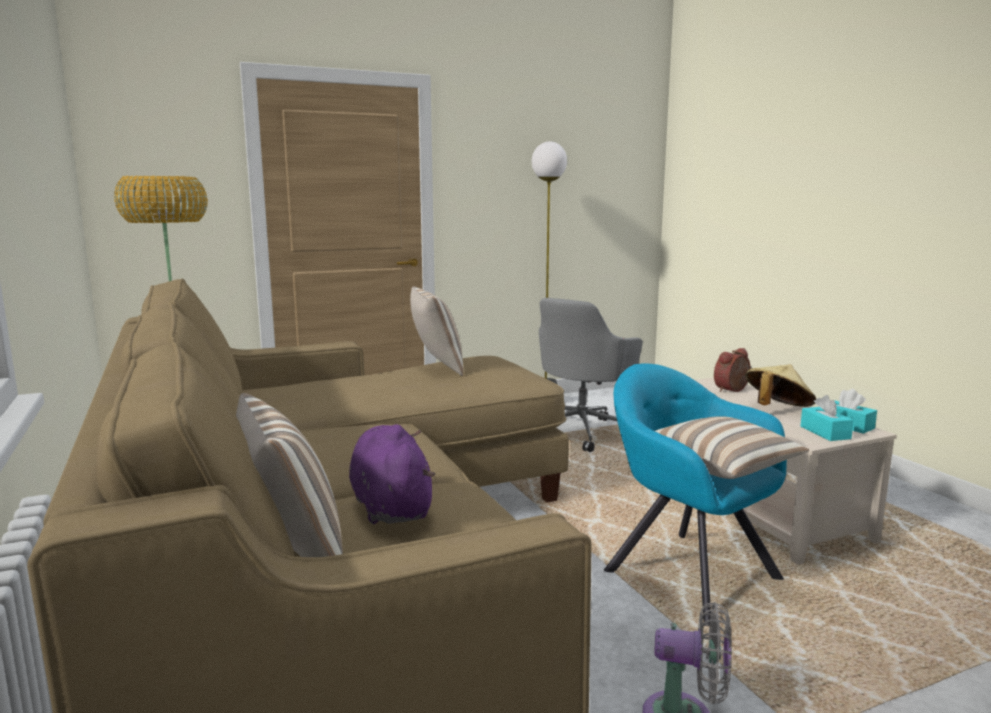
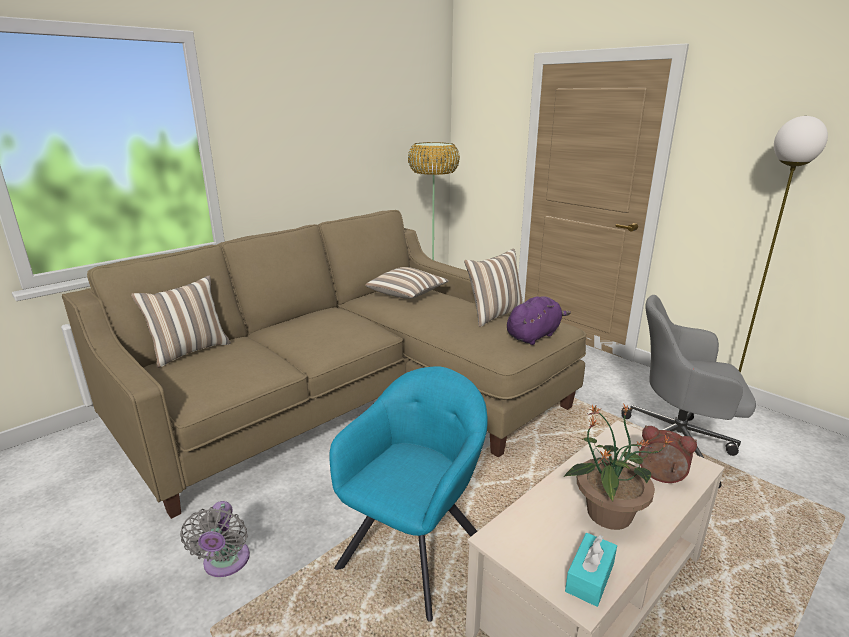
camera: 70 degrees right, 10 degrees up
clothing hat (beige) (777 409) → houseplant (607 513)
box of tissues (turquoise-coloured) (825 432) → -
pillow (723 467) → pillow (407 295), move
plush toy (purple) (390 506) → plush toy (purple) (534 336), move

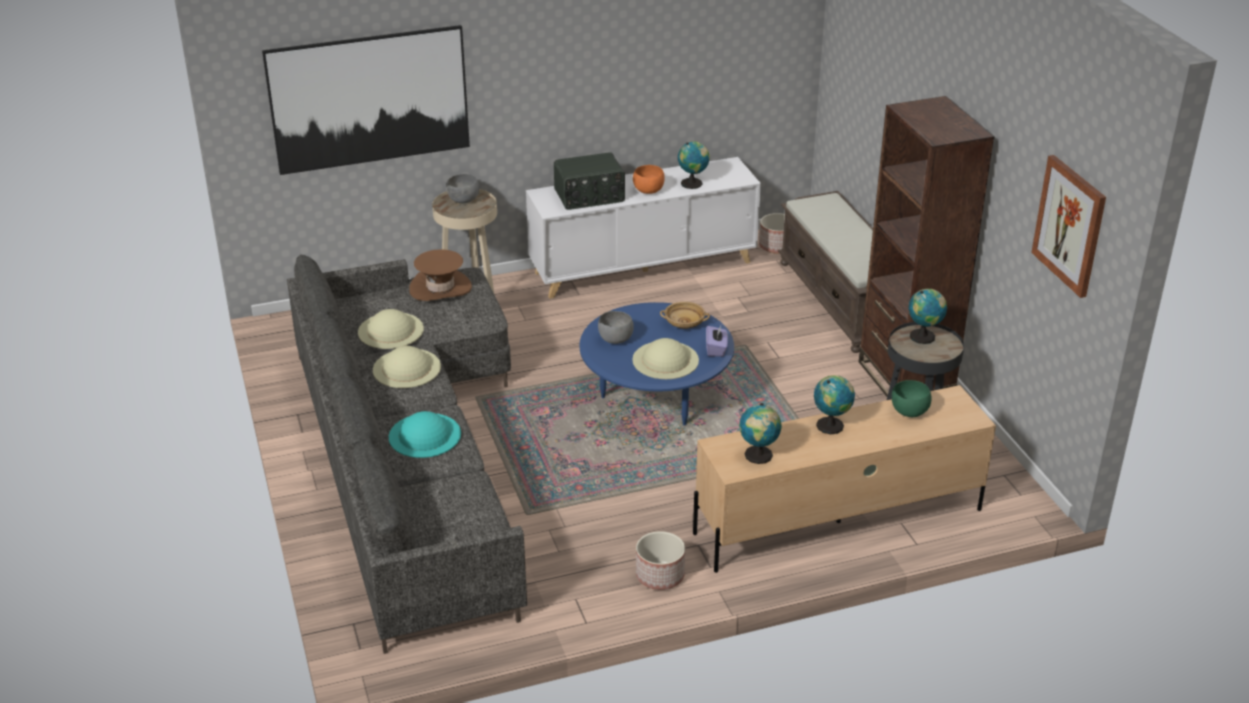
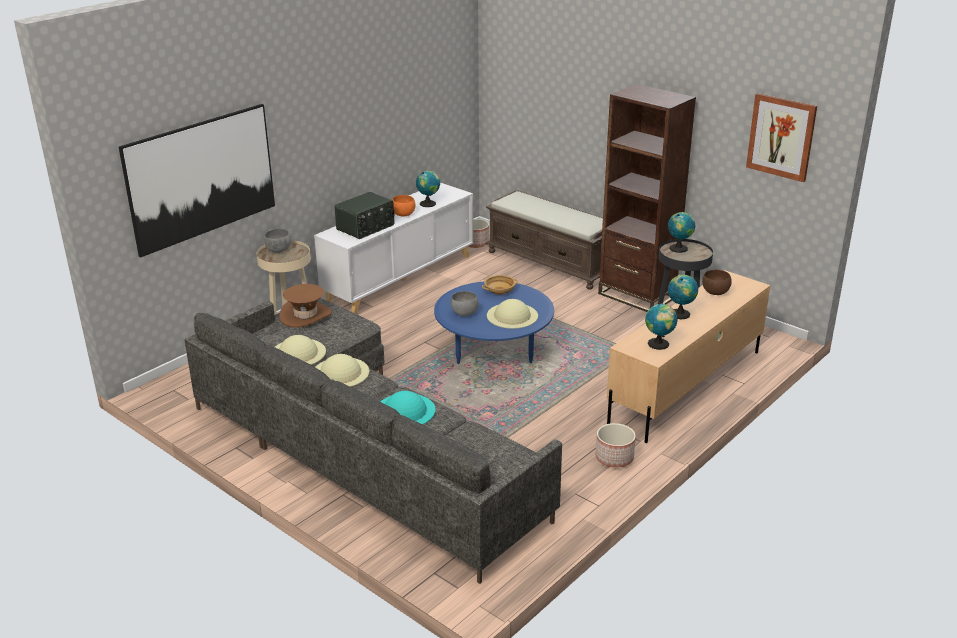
camera: 30 degrees left, 5 degrees down
box of tissues (purple) (716 349) → -
serving bowl (green-coloured) (908 412) → serving bowl (brown) (715 293)

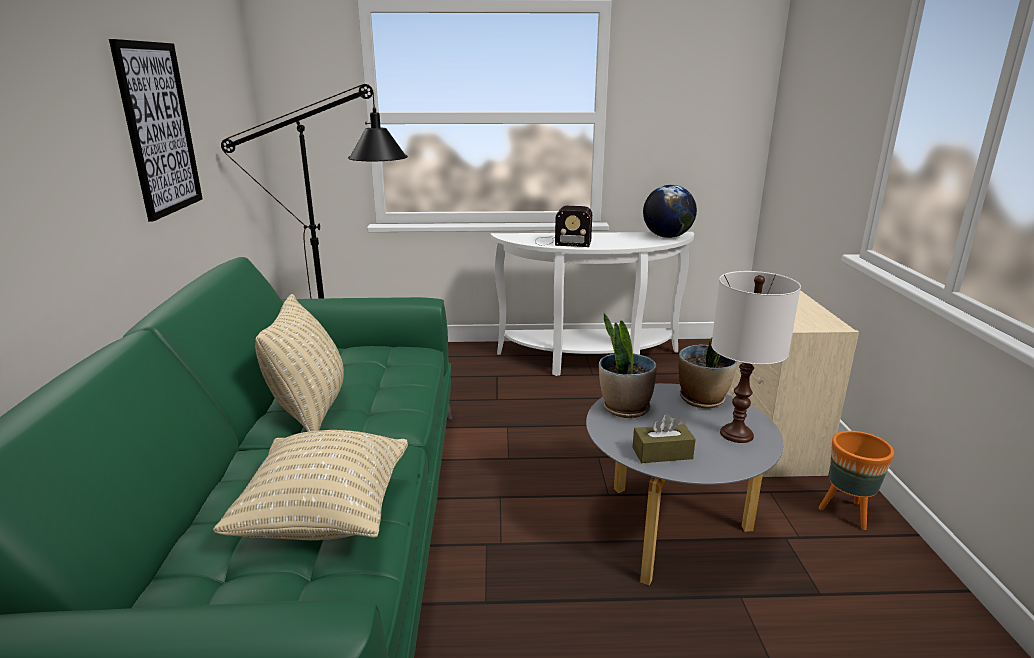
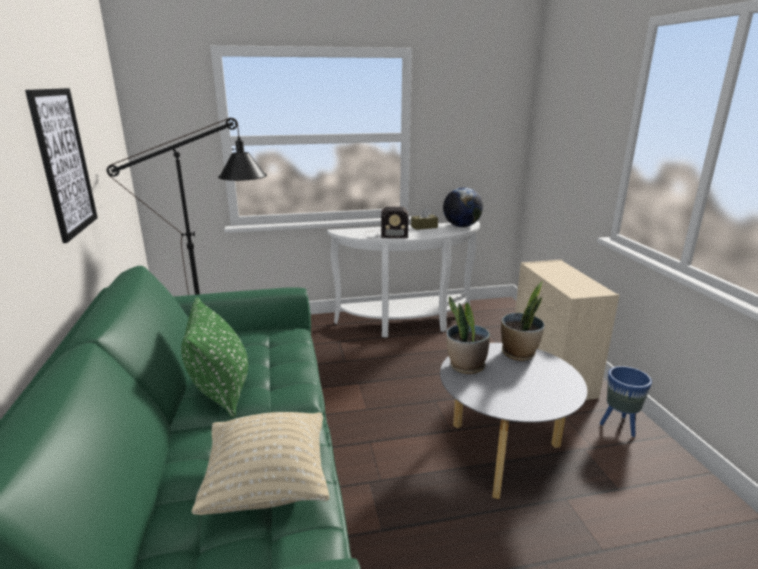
camera: 10 degrees left, 0 degrees up
tabletop lamp (white) (736 434) → -
pillow (beige) (311 410) → pillow (green-coloured) (221 391)
box of tissues (brown) (662 453) → box of tissues (brown) (424 227), move
flower pot (orangey) (846 513) → flower pot (blue) (618 425)

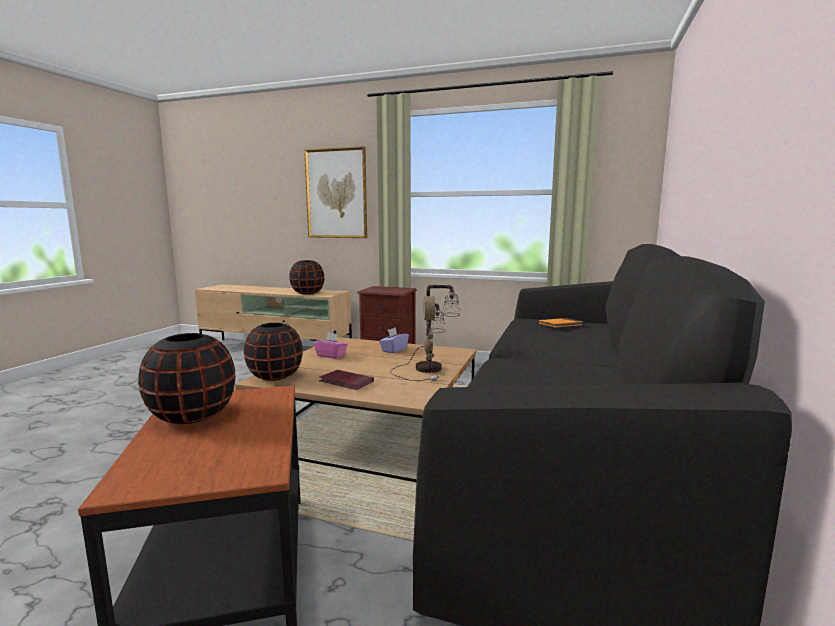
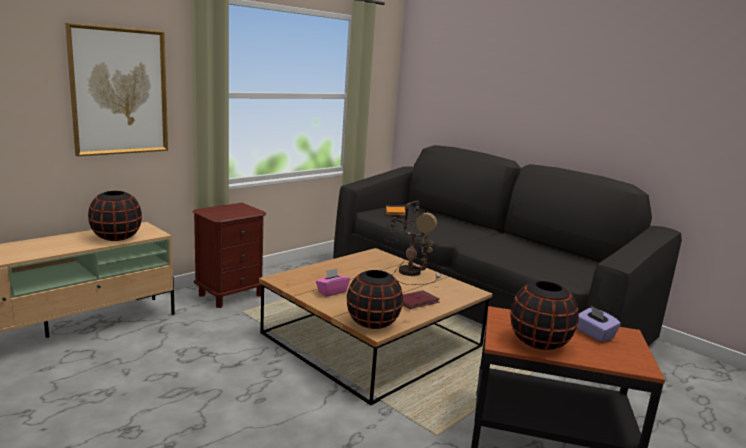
camera: 65 degrees left, 5 degrees up
box of tissues (purple) (394 350) → box of tissues (purple) (594 334), move

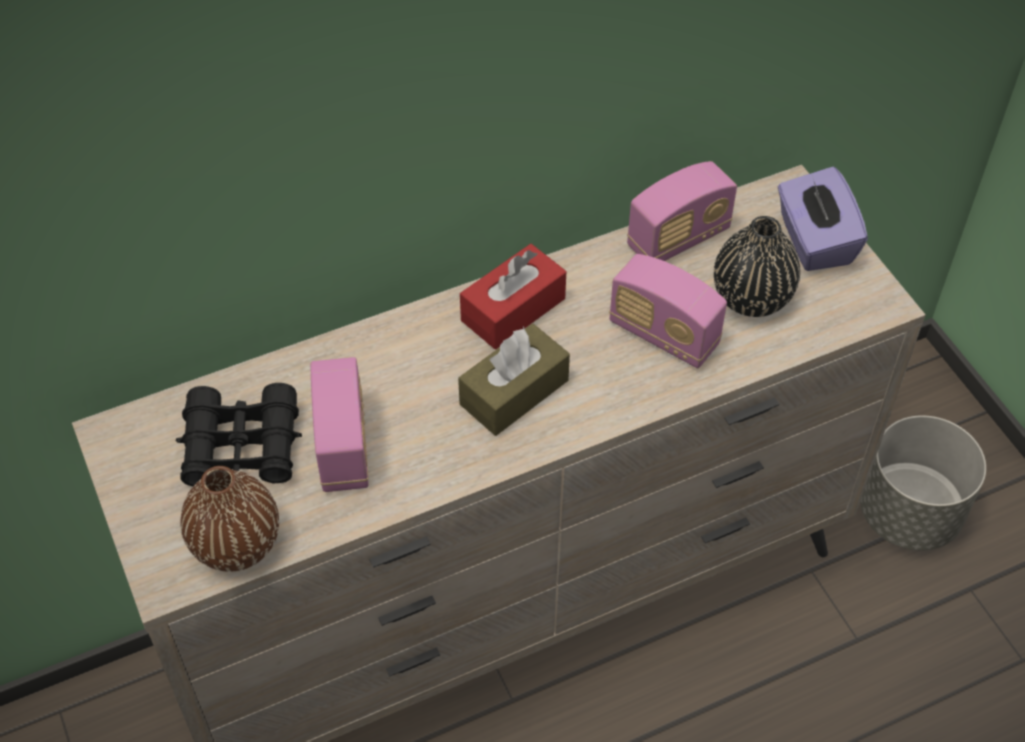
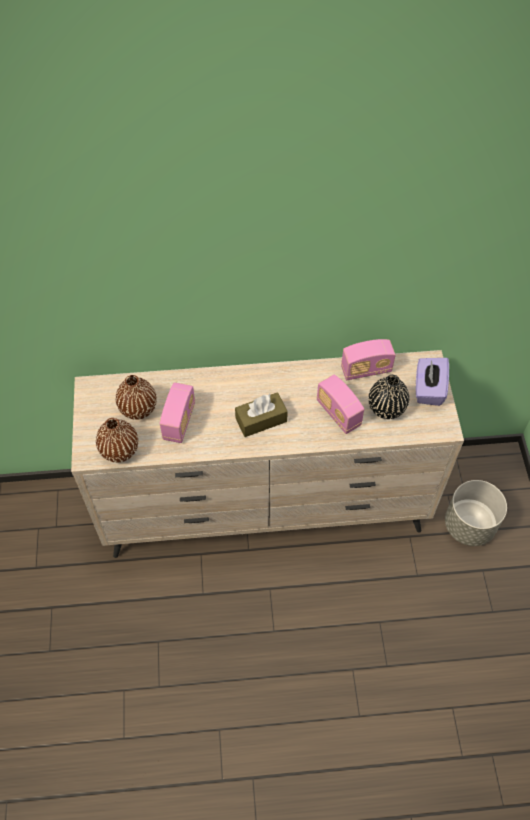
camera: 20 degrees right, 5 degrees up
box of tissues (red-coloured) (513 309) → -
field glasses (black) (242 446) → vase (brown) (138 408)

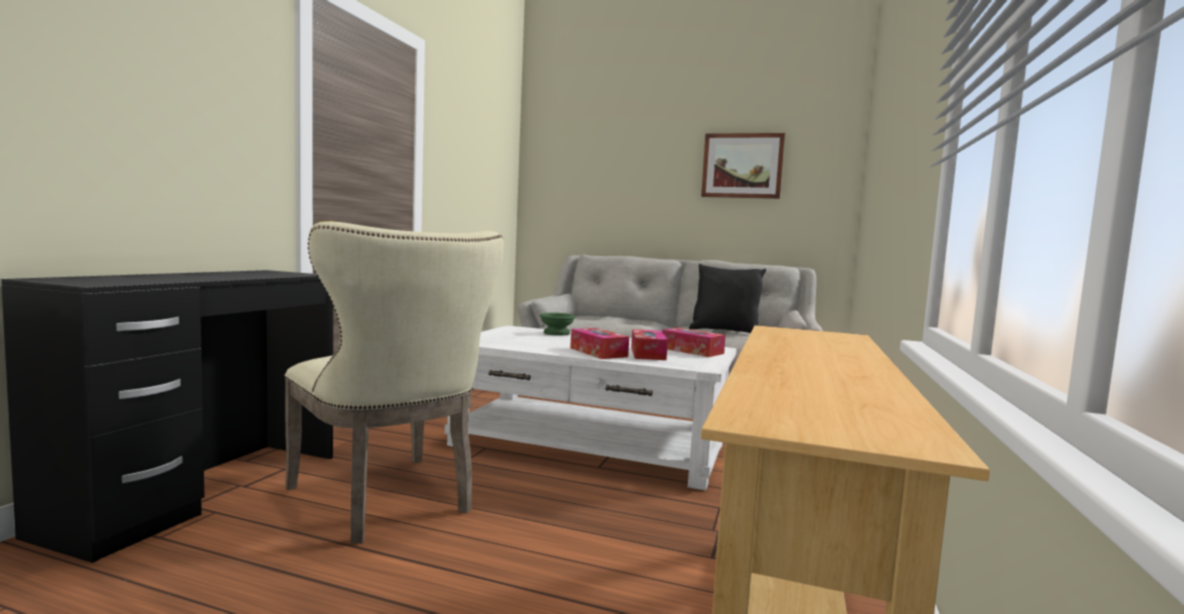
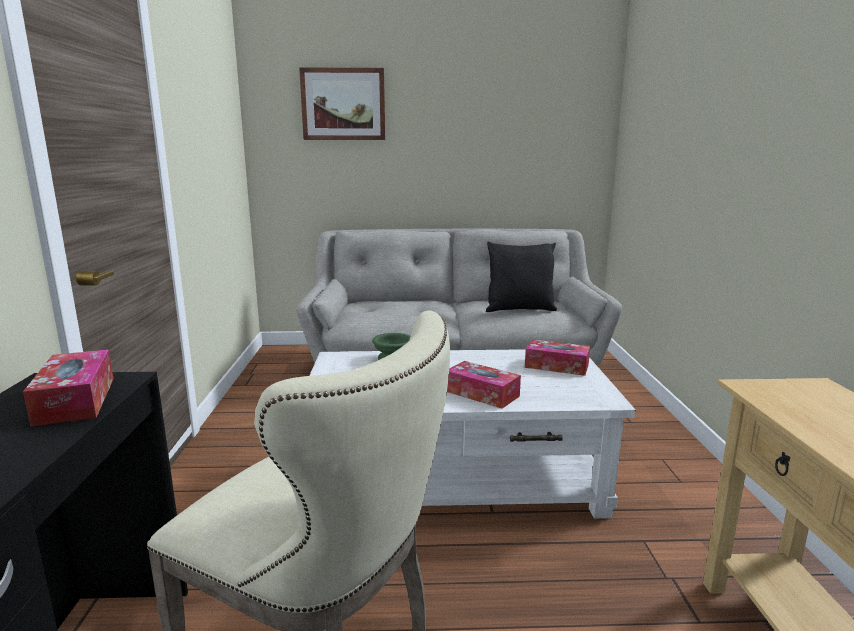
camera: 20 degrees left, 10 degrees up
wall picture (742 166) → wall picture (343 104), move
box of tissues (647 353) → box of tissues (76 400), move

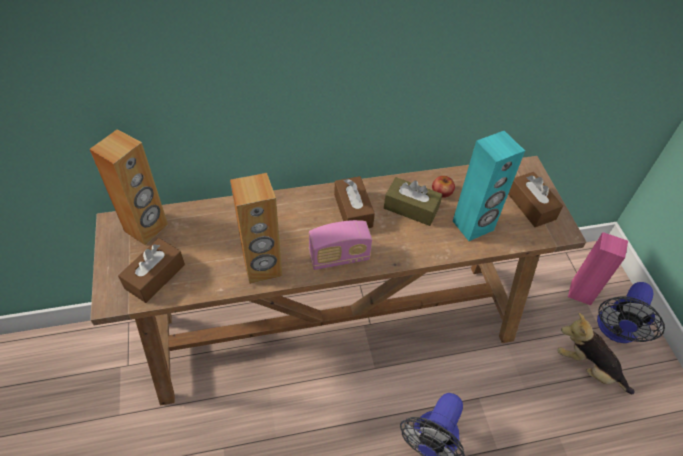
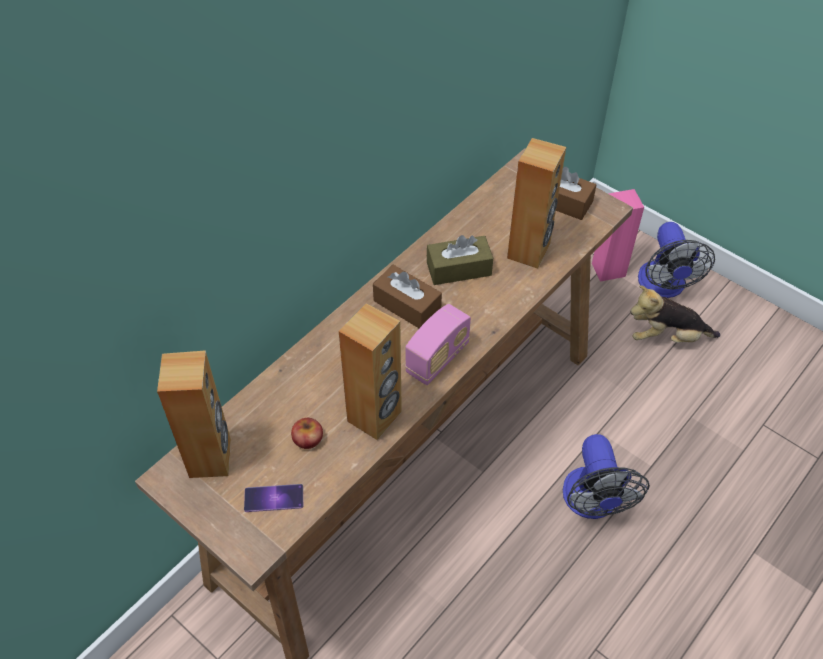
camera: 35 degrees left, 0 degrees up
speaker (turquoise-coloured) (473 226) → speaker (brown) (529 251)
apple fruit (442 192) → apple fruit (308 439), move
box of tissues (brown) (155 276) → telephone (274 498)

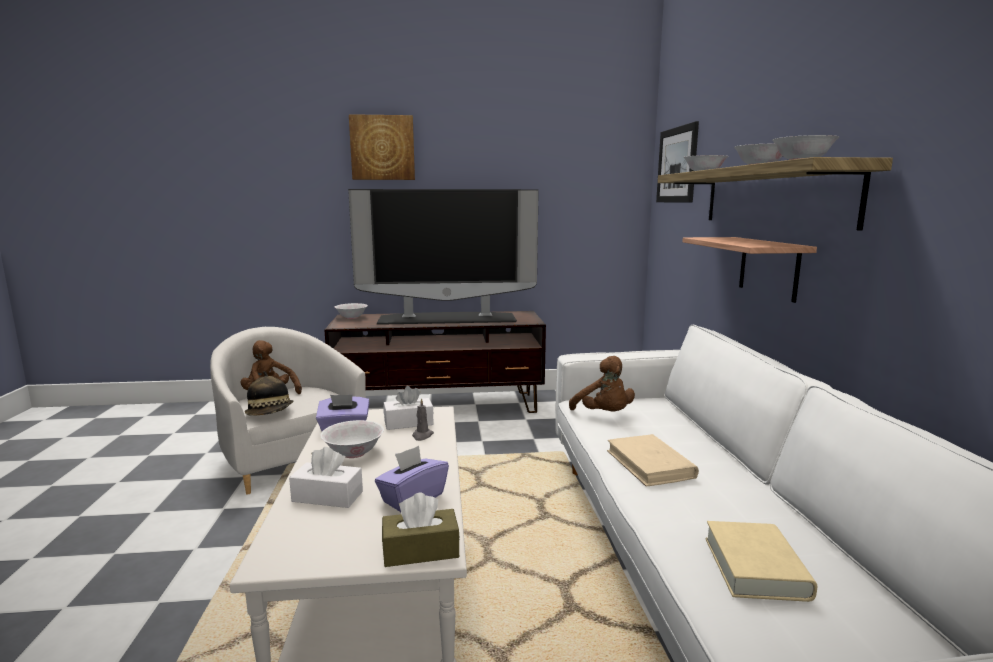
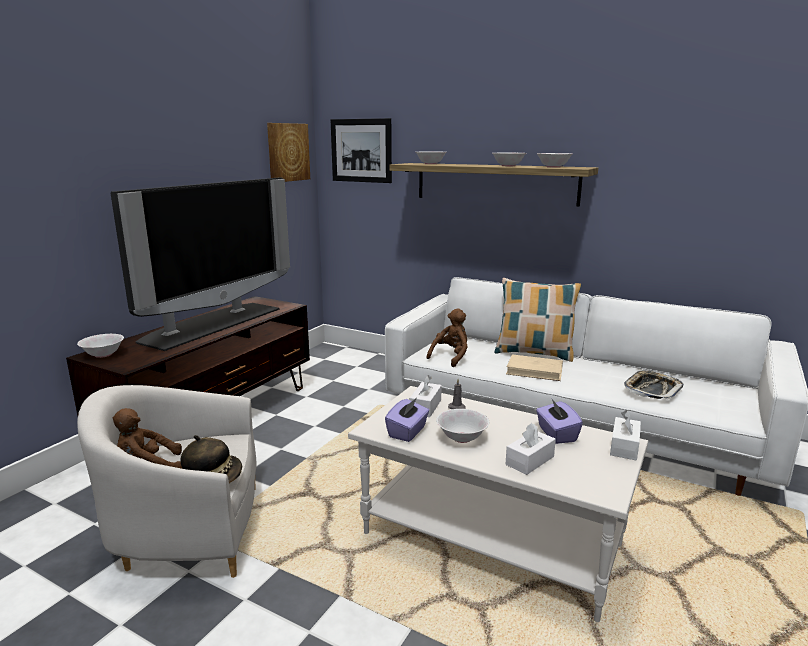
camera: 55 degrees left, 5 degrees up
wall picture (382 148) → wall picture (287 152), move
wall shelf (768 268) → -
plush toy (brown) (604 415) → plush toy (brown) (451 357), 60 degrees counterclockwise
box of tissues (brown) (420 551) → box of tissues (white) (624 446)
bound book (beige) (755 568) → serving tray (652 389)
- → pillow (534 353)

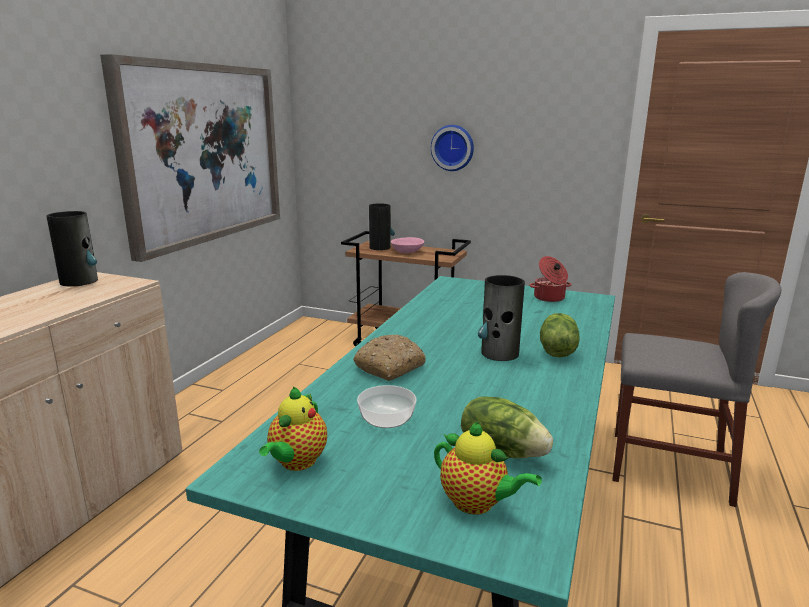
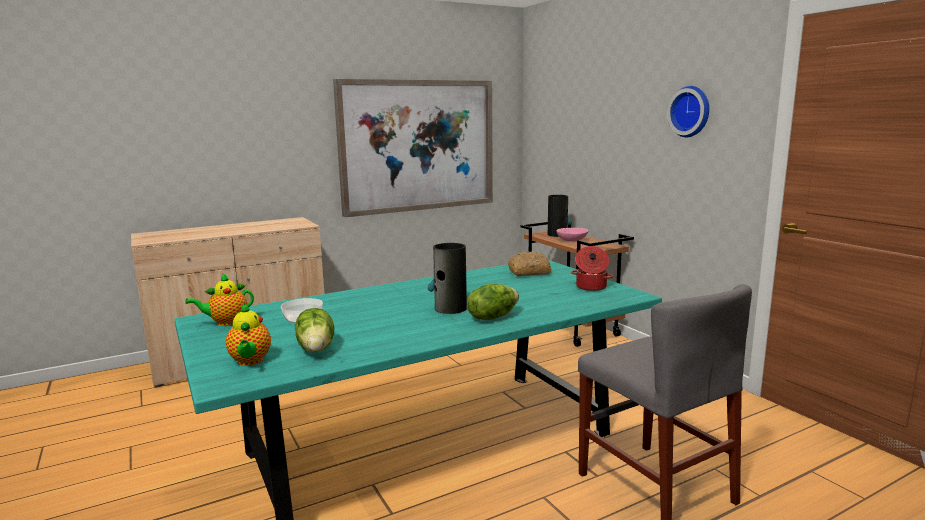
camera: 40 degrees right, 5 degrees down
clock on the wall (453 147) → clock on the wall (691 111), move
vase (79 281) → -
bakery bread (390 367) → bakery bread (529 272), move

